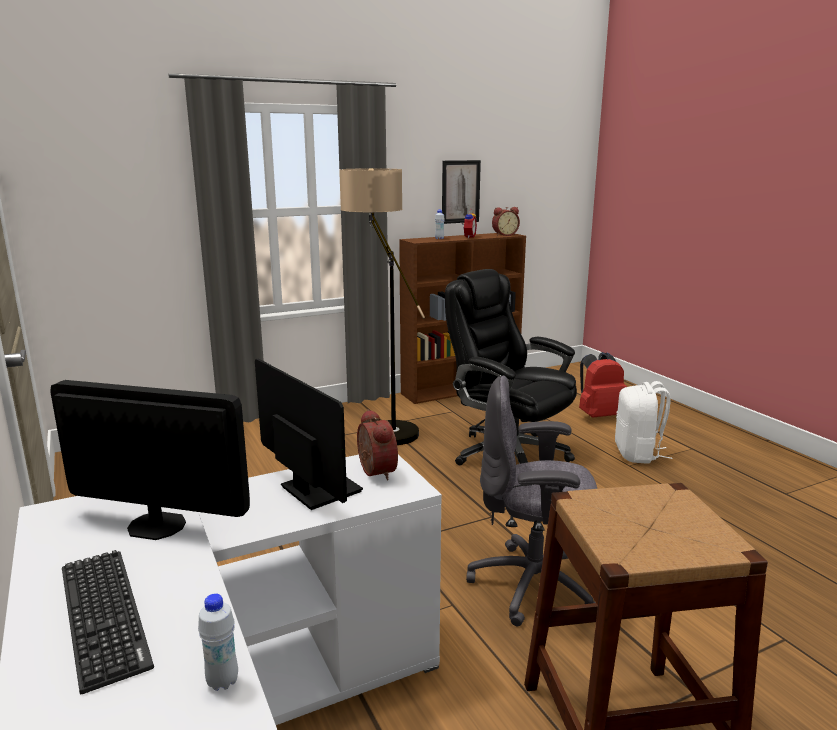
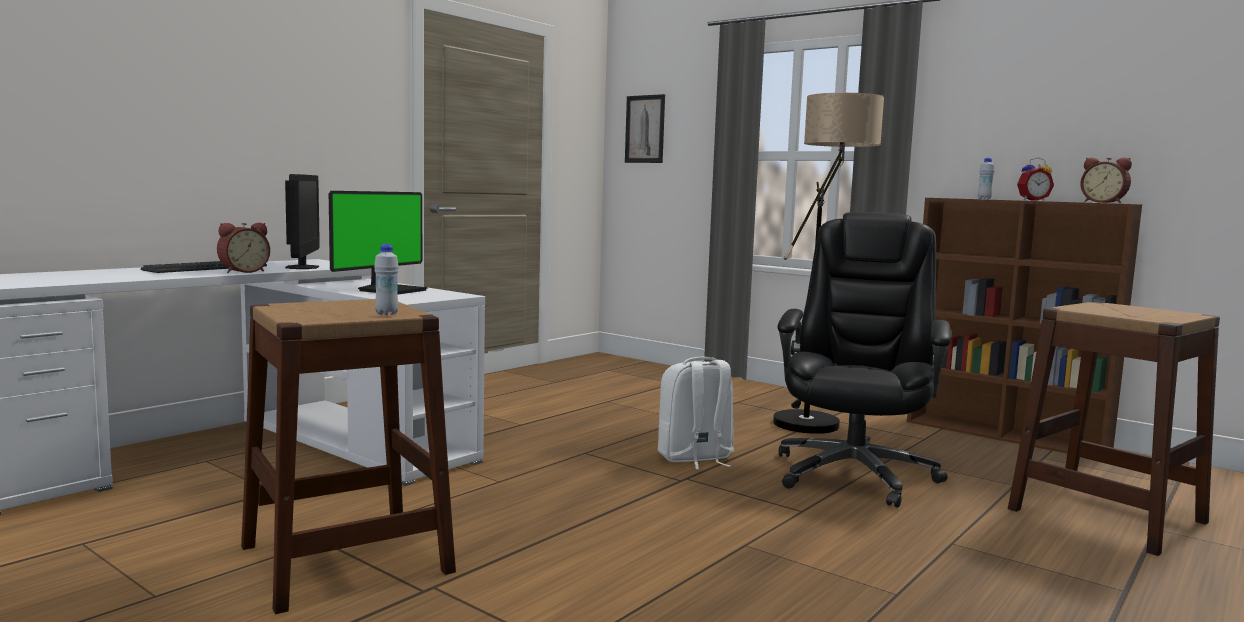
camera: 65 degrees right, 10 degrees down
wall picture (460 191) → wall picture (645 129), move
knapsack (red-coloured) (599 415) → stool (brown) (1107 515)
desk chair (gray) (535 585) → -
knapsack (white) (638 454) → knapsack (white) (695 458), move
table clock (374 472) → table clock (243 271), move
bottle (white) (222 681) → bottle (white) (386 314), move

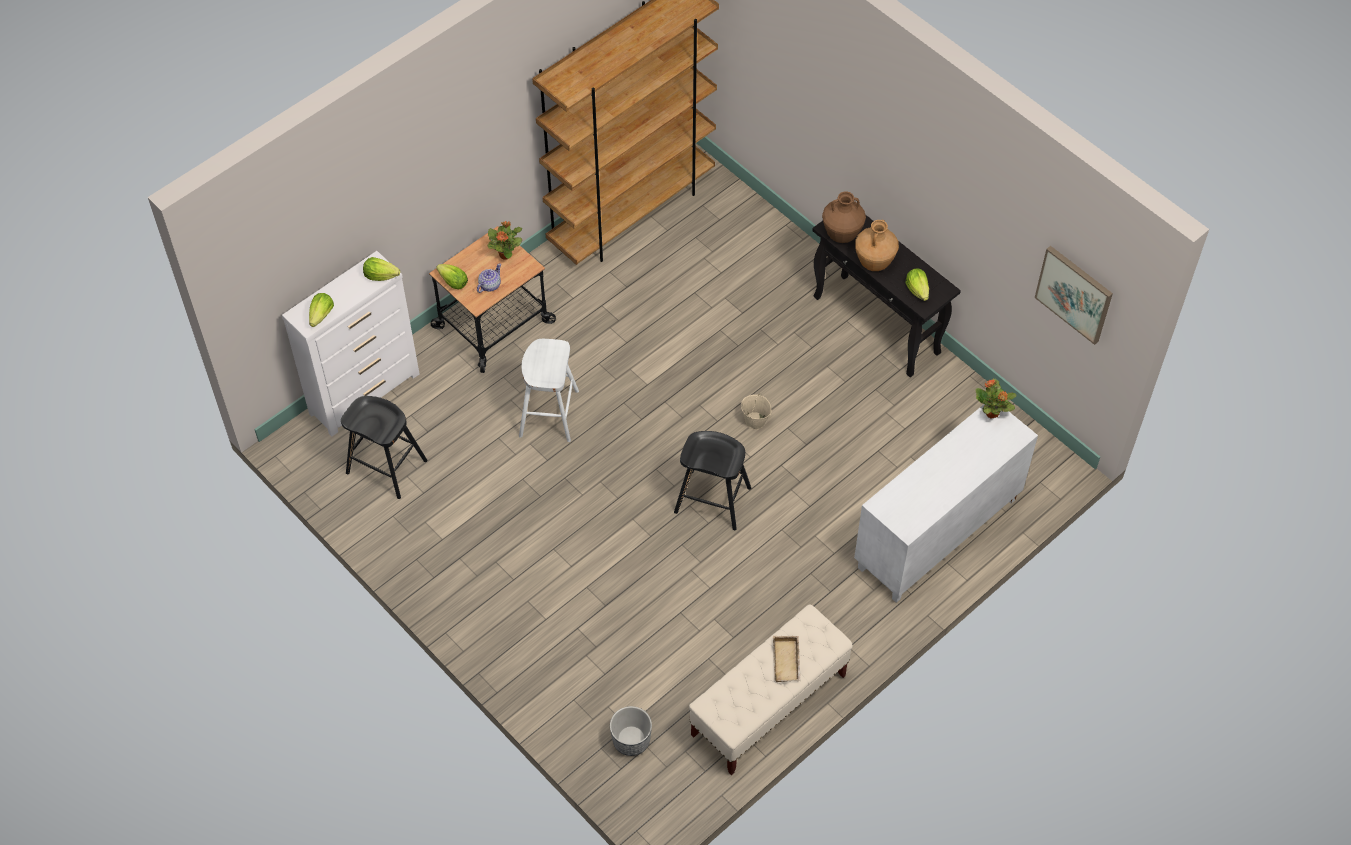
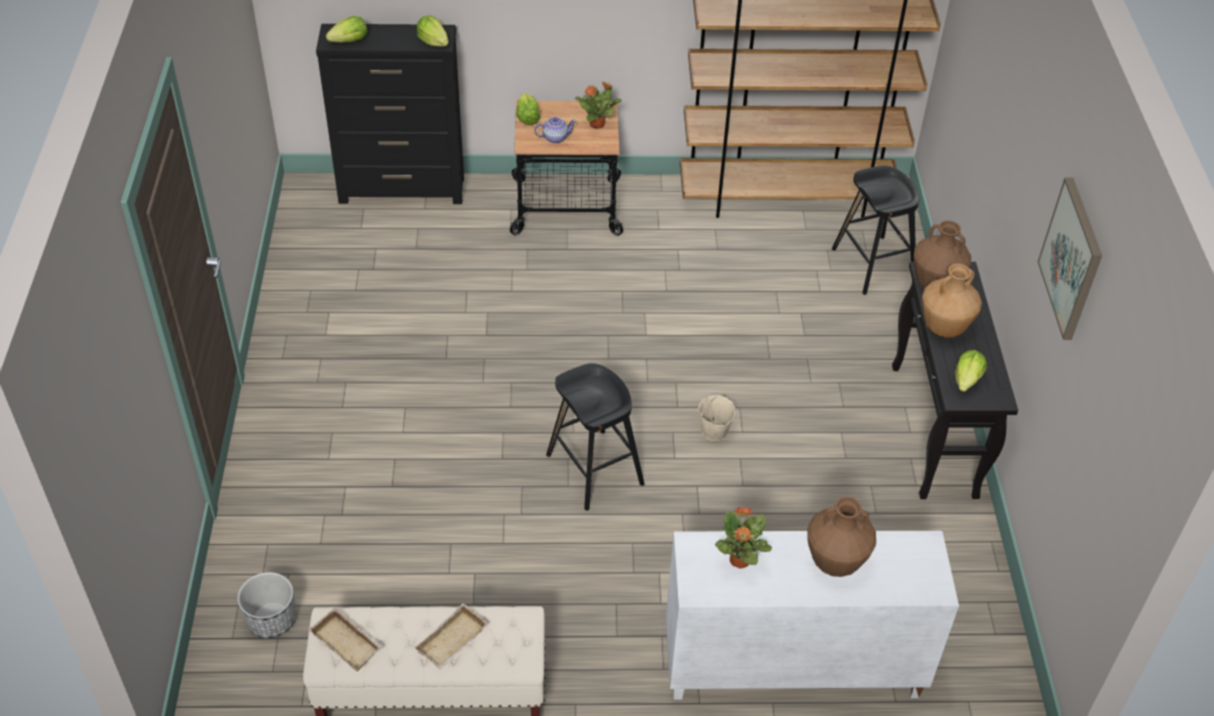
camera: 40 degrees right, 10 degrees down
wall picture (1074 294) → wall picture (1072 258), move
dresser (white) (365 393) → dresser (black) (403 190)
stool (white) (549 414) → -
houseplant (992 413) → houseplant (739 561), move
stool (black) (386 467) → stool (black) (873 265), move
- → vase (brown) (834 563)
- → serving tray (beige) (348 642)

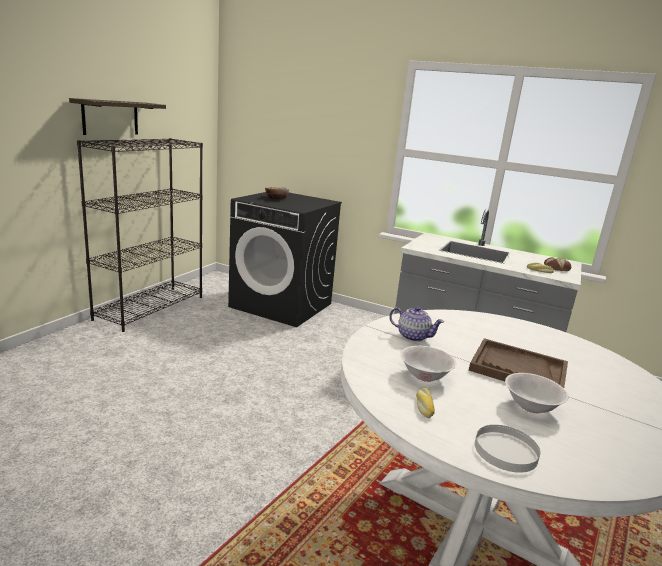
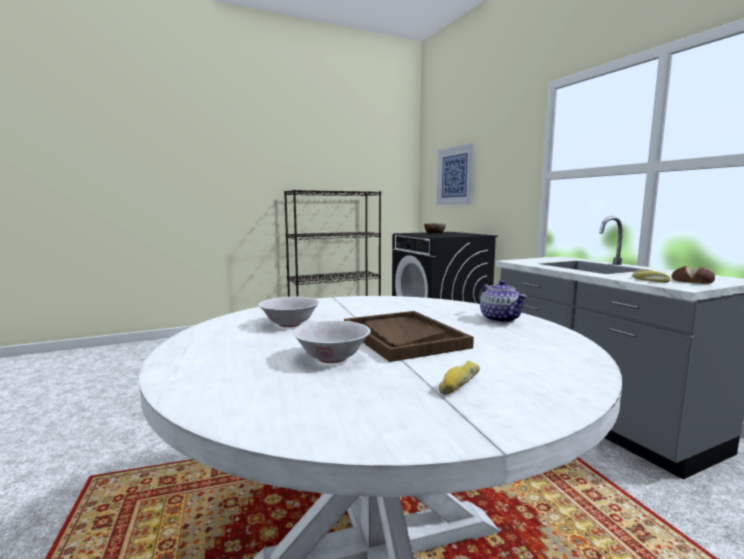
camera: 40 degrees right, 10 degrees down
wall shelf (110 117) → -
teapot (413 336) → teapot (500 319), move
bakery bread (423 406) → bakery bread (458 384), move
plate (white) (506 451) → -
- → wall picture (455 176)

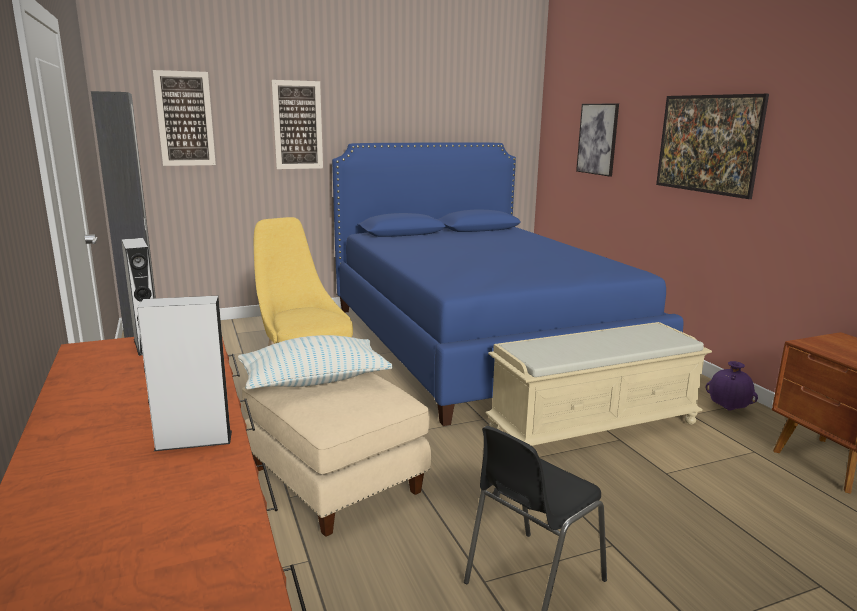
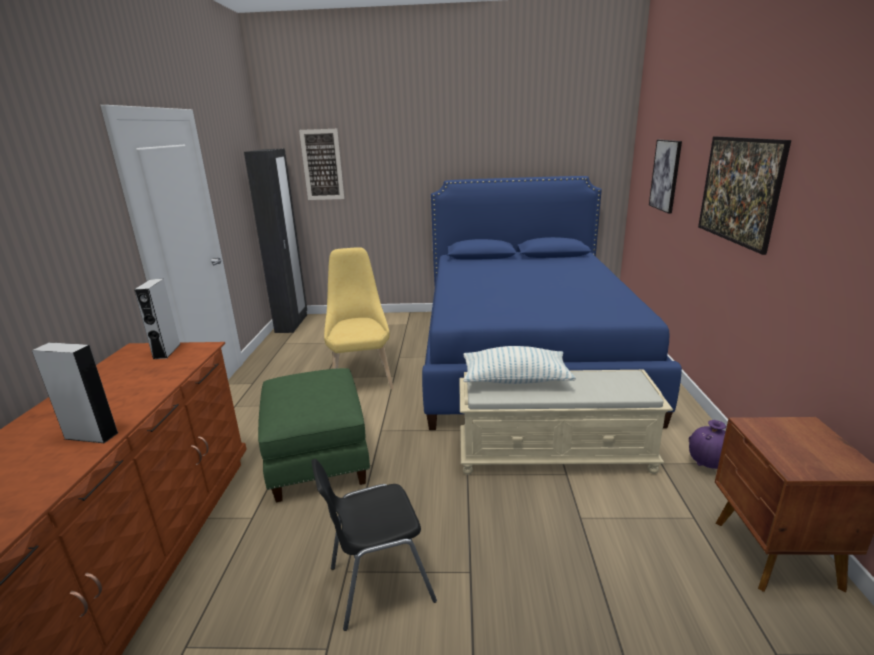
camera: 25 degrees right, 5 degrees up
wall picture (298 125) → -
pillow (314 381) → pillow (515 380), move
footrest (beige) (337 479) → footrest (green-coloured) (319 459)

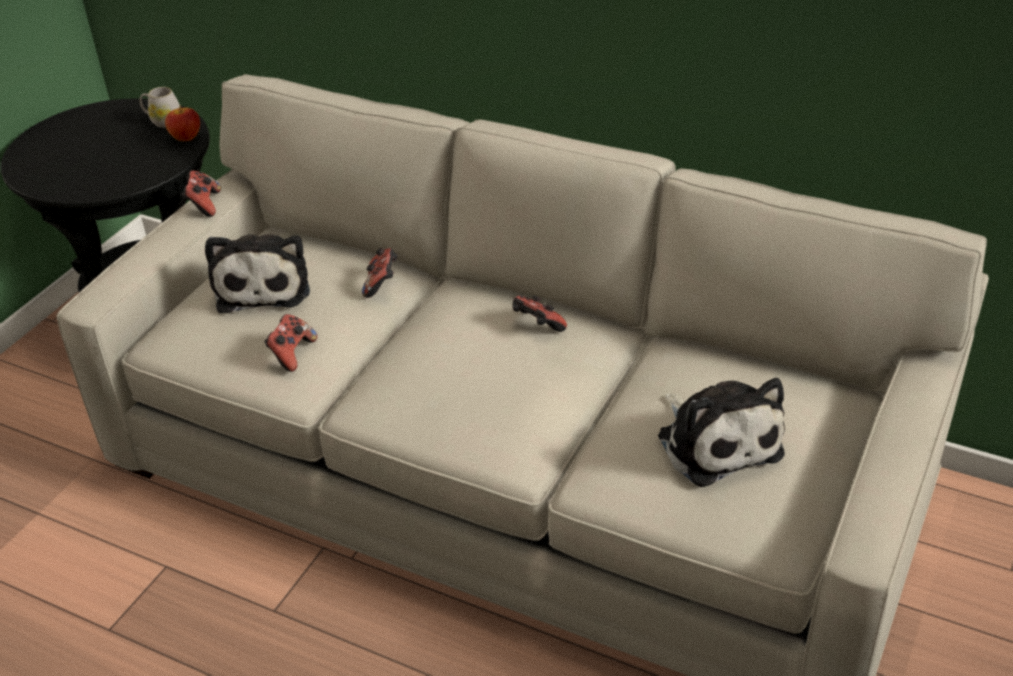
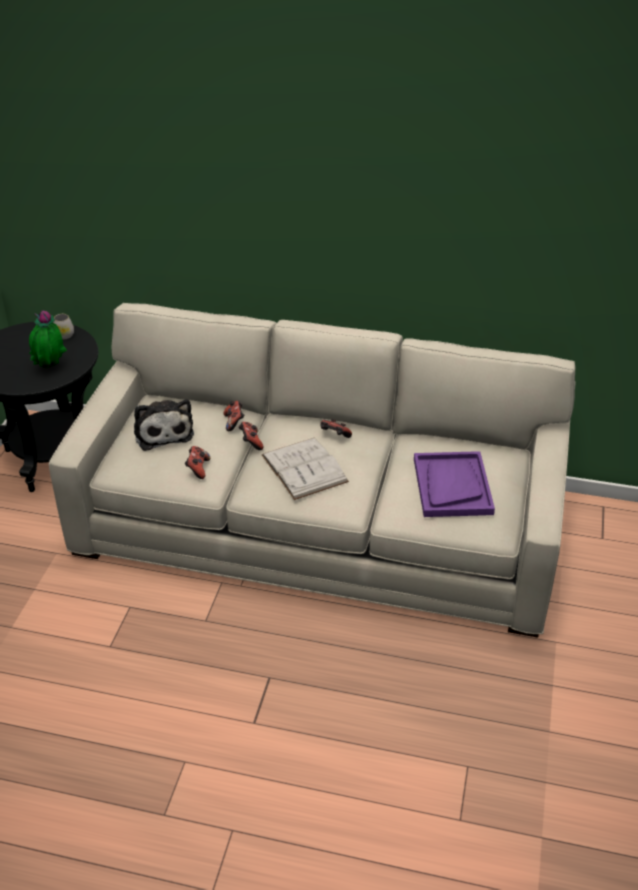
camera: 15 degrees left, 0 degrees up
apple fruit (186 138) → -
gamepad (204 205) → gamepad (251 442), move
plush toy (716 441) → serving tray (purple) (452 486)
- → houseplant (50 368)
- → bound book (white) (304 468)

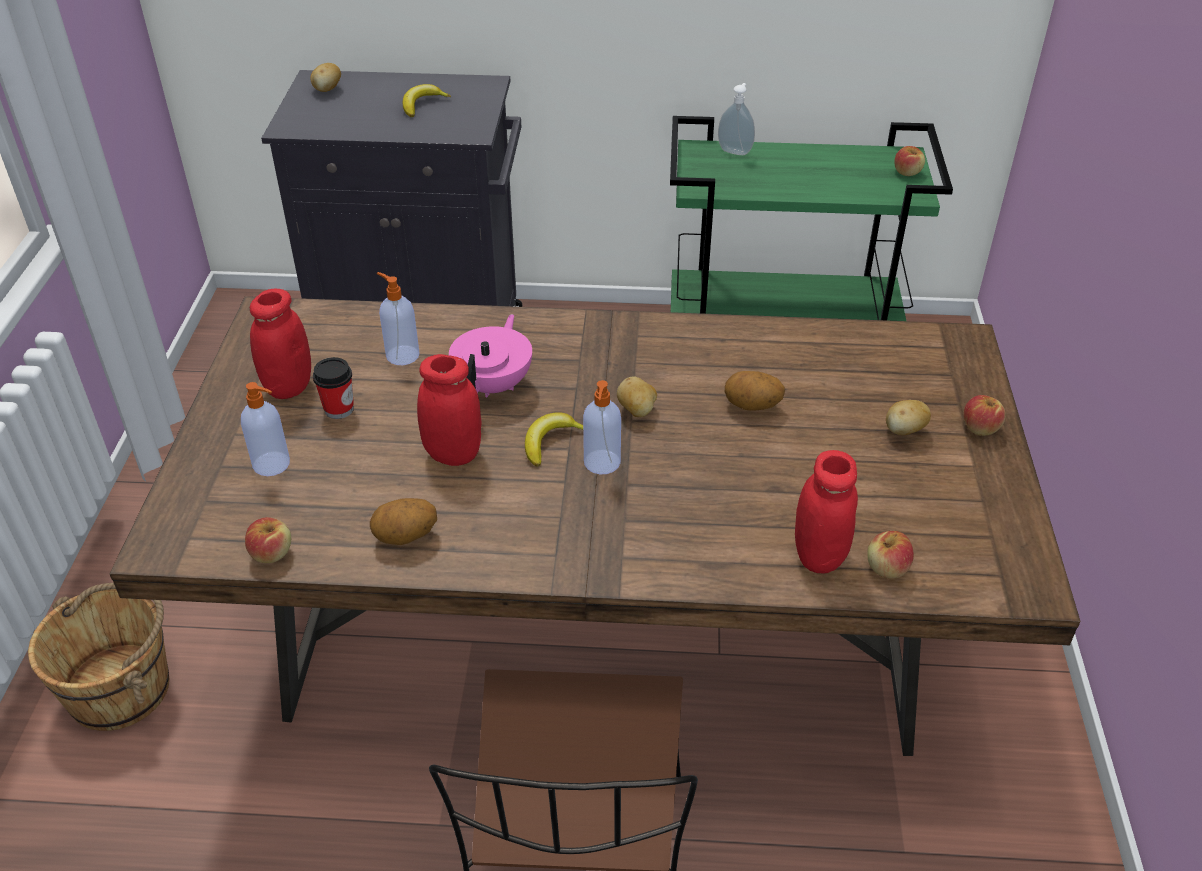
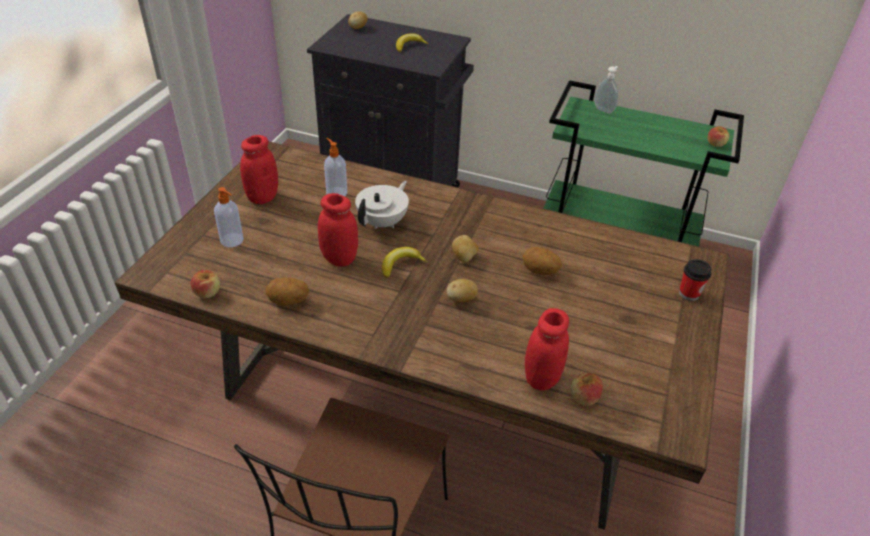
camera: 15 degrees right, 0 degrees up
teapot (pink) (494 384) → teapot (white) (383 222)
cup (339 409) → cup (689 293), move
soap dispenser (601 463) → -
apple fruit (980 428) → -
whole potato (904 431) → whole potato (461 299), move
water bucket (brown) (122 688) → -

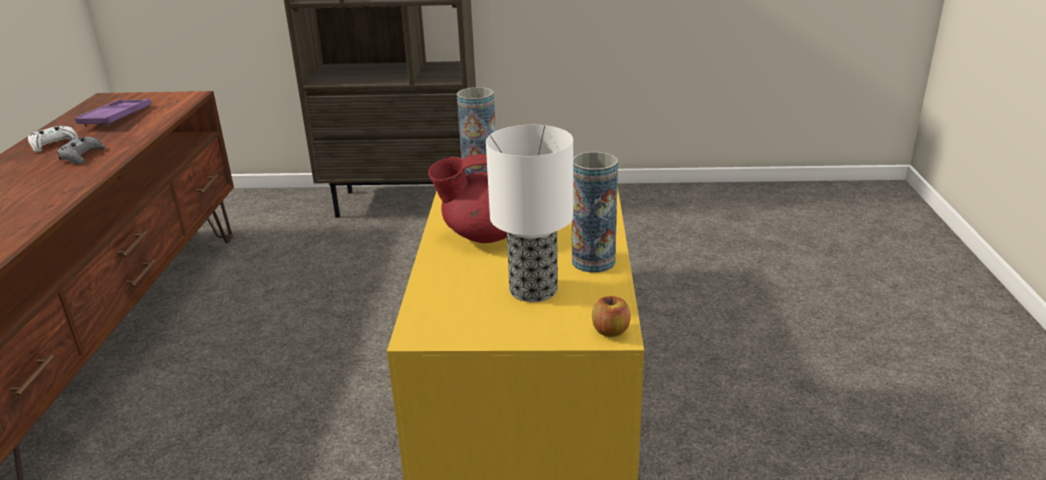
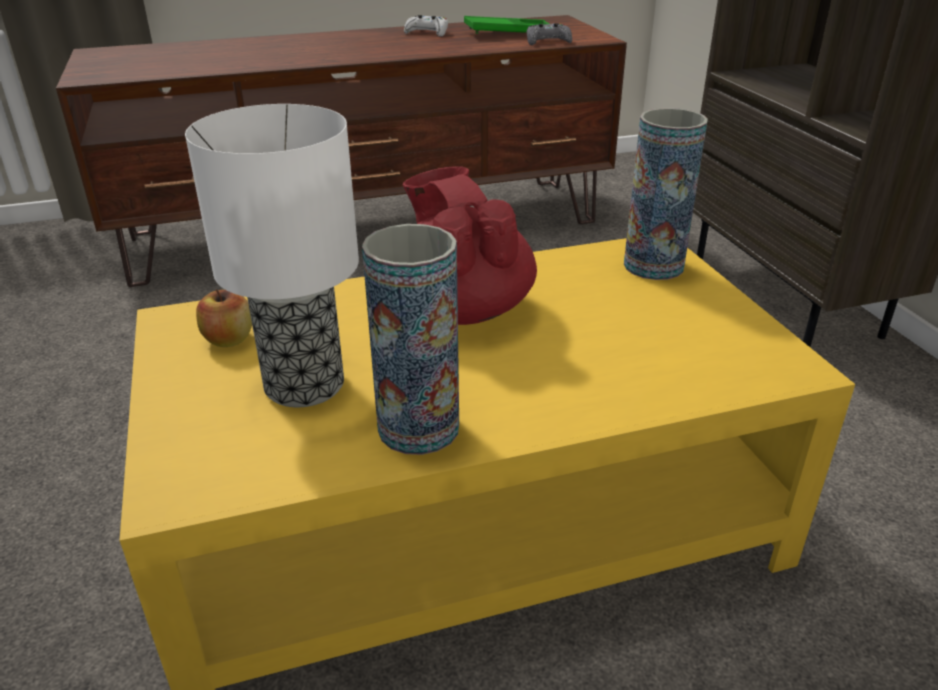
camera: 70 degrees right, 5 degrees up
serving tray (purple) (116 117) → serving tray (green-coloured) (509 33)
gamepad (gray) (82 156) → gamepad (gray) (547 41), move
apple fruit (610 331) → apple fruit (229 339), move

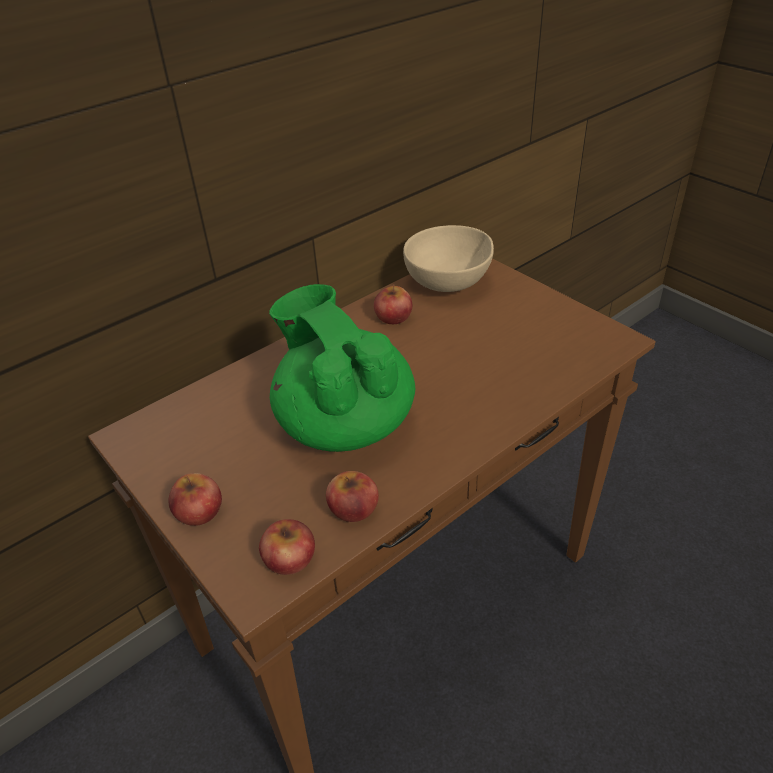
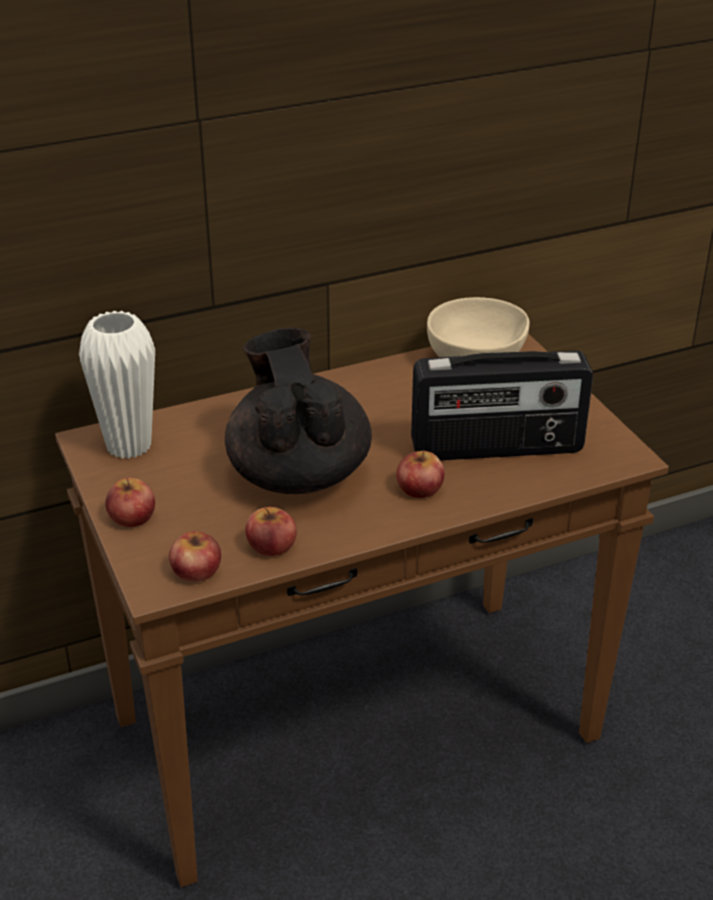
camera: 15 degrees right, 5 degrees down
teapot (green-coloured) (344 422) → teapot (black) (298 473)
apple fruit (393 316) → apple fruit (419 488), move
- → vase (white) (129 446)
- → radio receiver (497 448)

